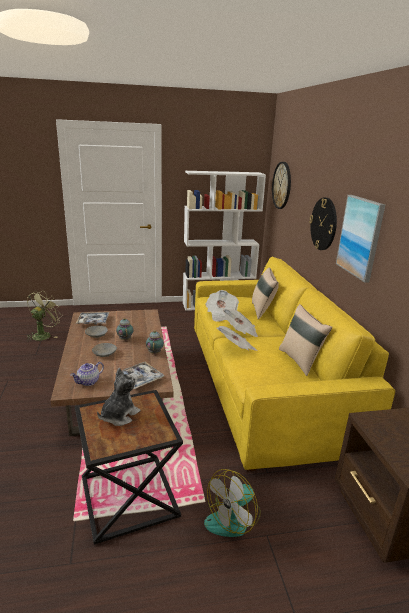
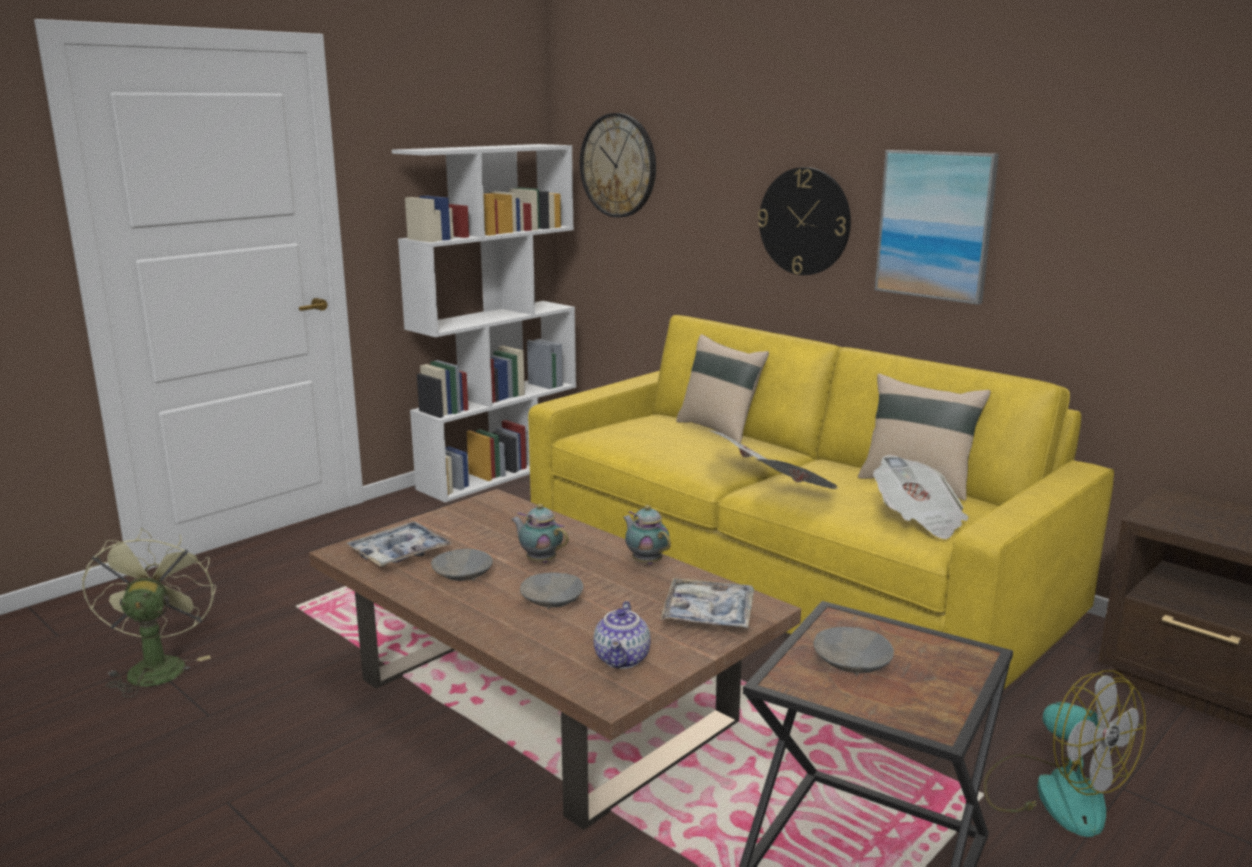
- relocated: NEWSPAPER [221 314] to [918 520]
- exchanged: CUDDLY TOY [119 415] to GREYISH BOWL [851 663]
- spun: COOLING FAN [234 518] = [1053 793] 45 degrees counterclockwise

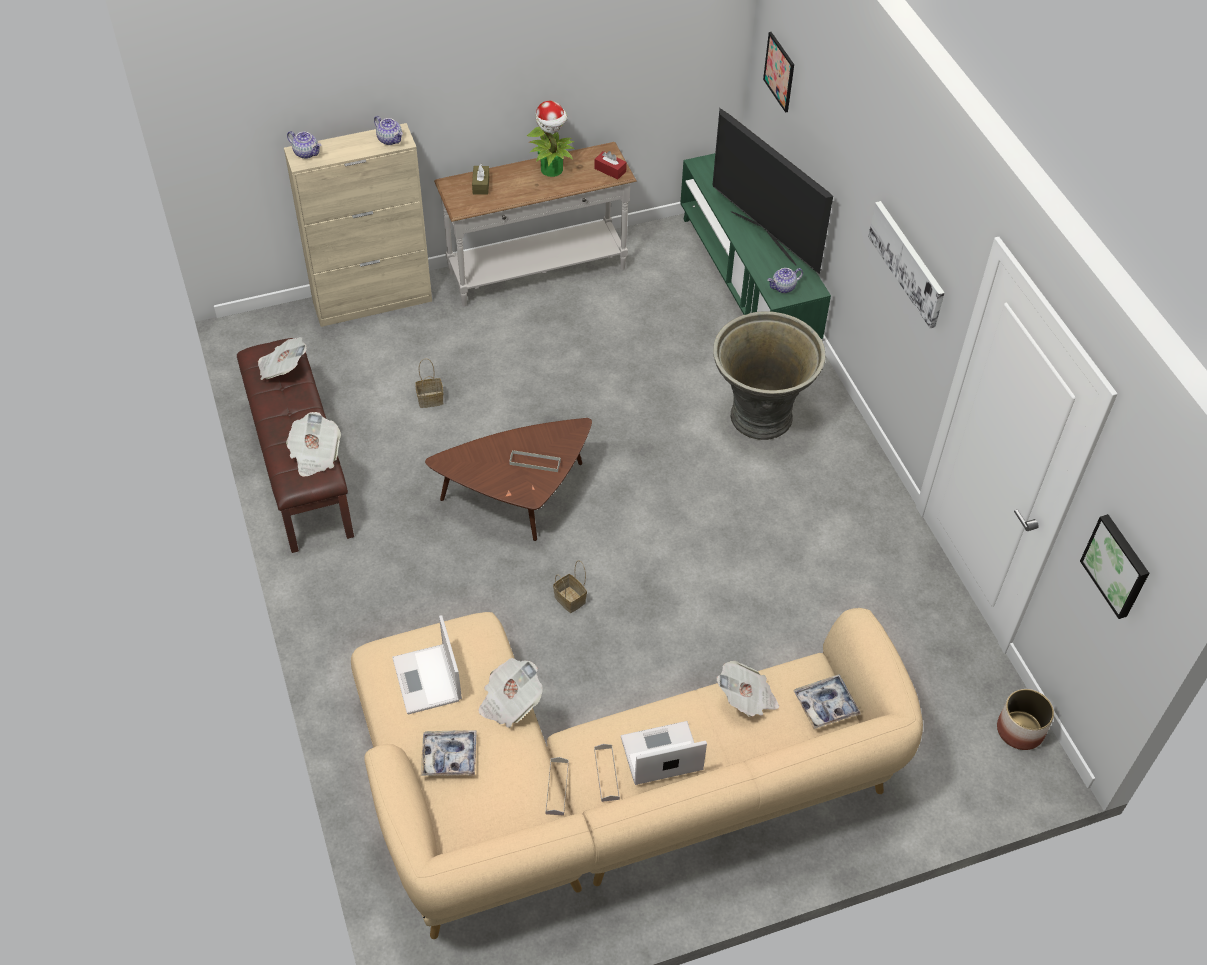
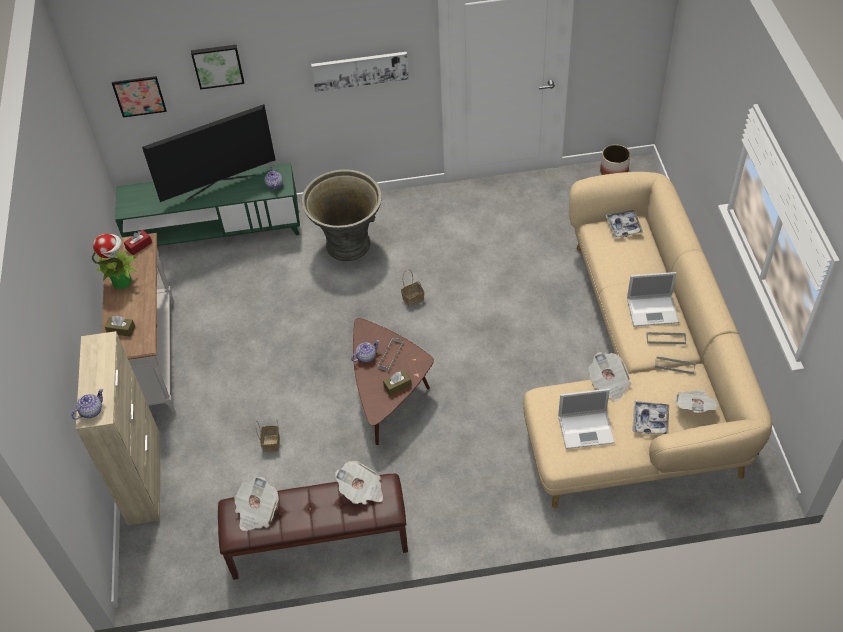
- relocated: TEA POT [390 139] to [366 356]
- relocated: PICTURE [1117 565] to [218 65]
- relocated: HOUSEHOLD BASKET [571 600] to [413 299]
- relocated: NEWSPAPER [747 699] to [694 407]
- spun: PORTABLE COMPUTER [660 754] = [653 310] 90 degrees counterclockwise
- appeared: BROWN-COLOURED TISSUE BOX [397 386]

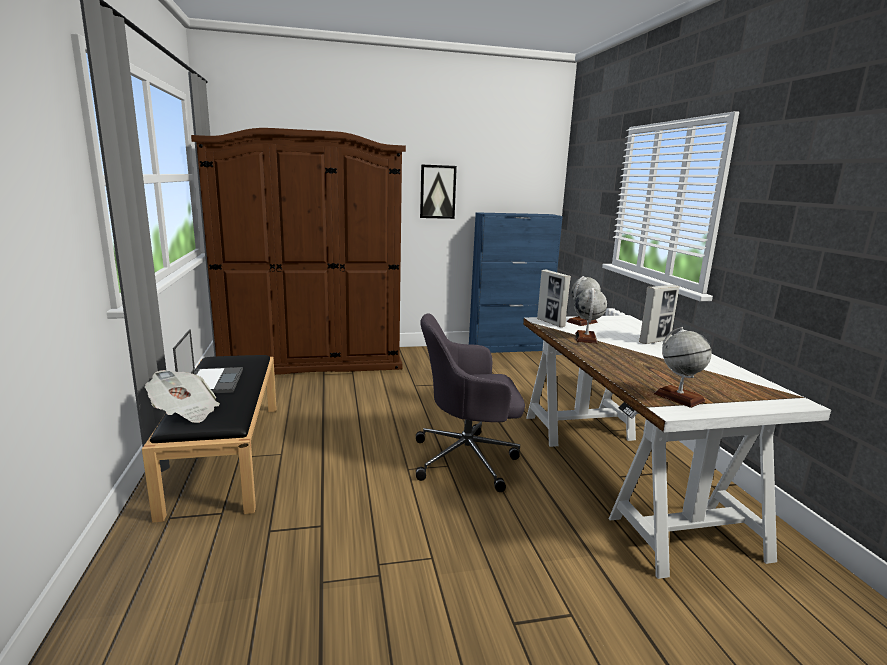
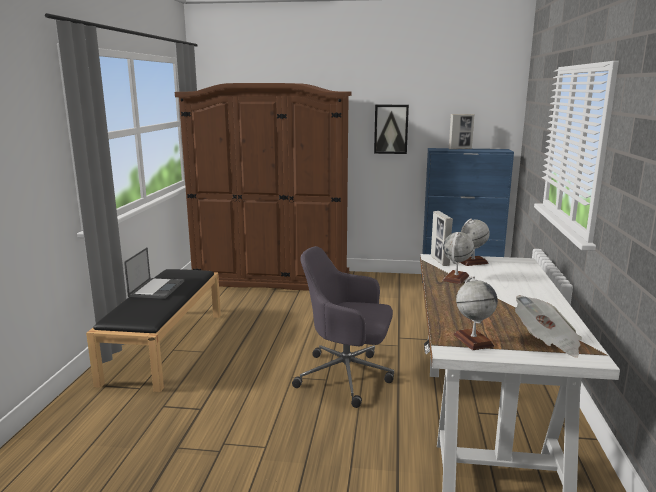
- relocated: PHOTO FRAME [655 341] to [460 149]
- relocated: NEWSPAPER [185 412] to [547 342]

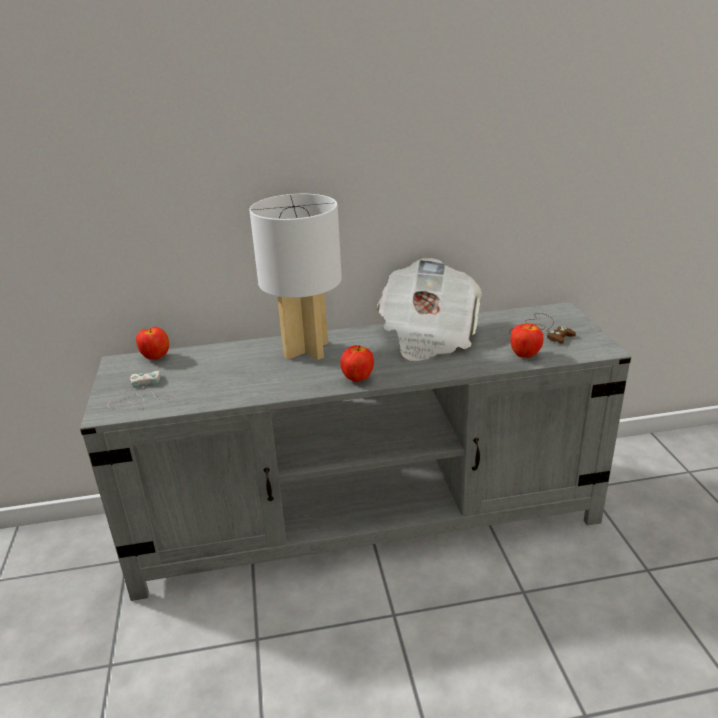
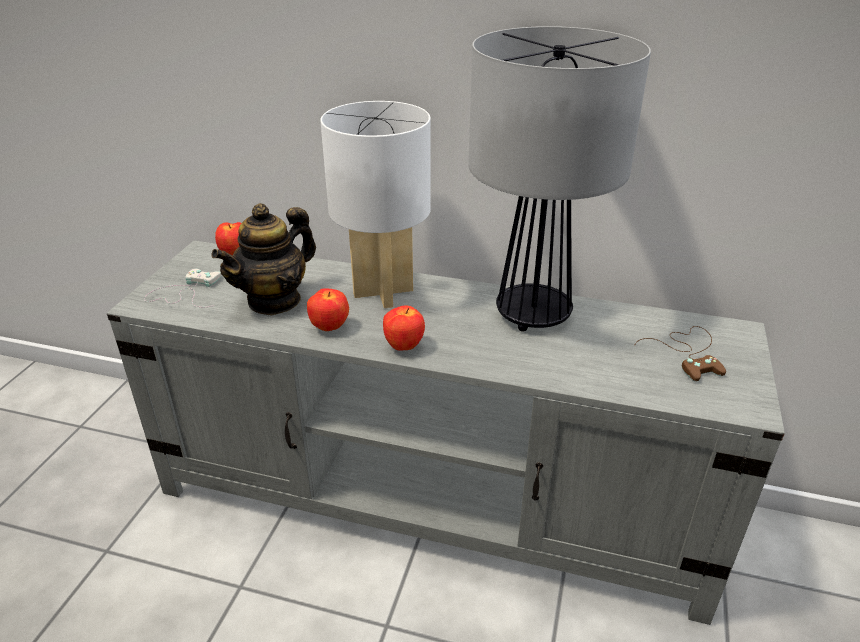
- exchanged: NEWSPAPER [428 335] to LAMP FOR A TABLE [533 315]
- relocated: APPLE [525 355] to [330 327]
- appeared: TEA POT [274 300]

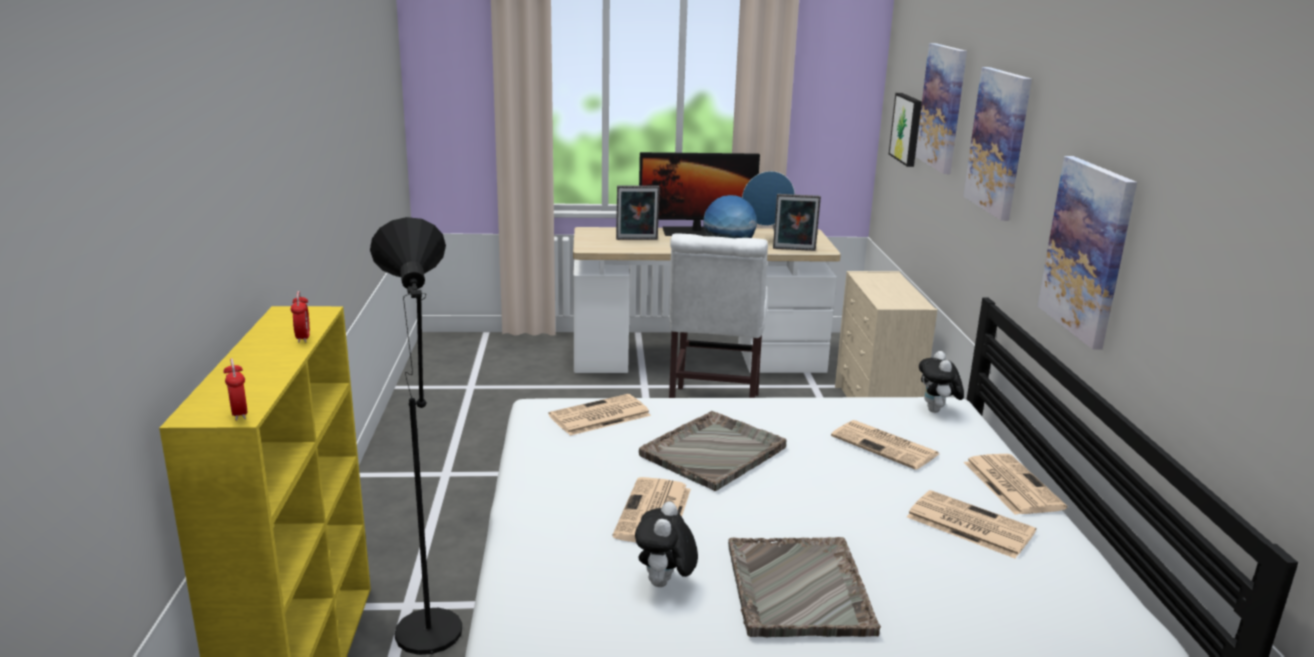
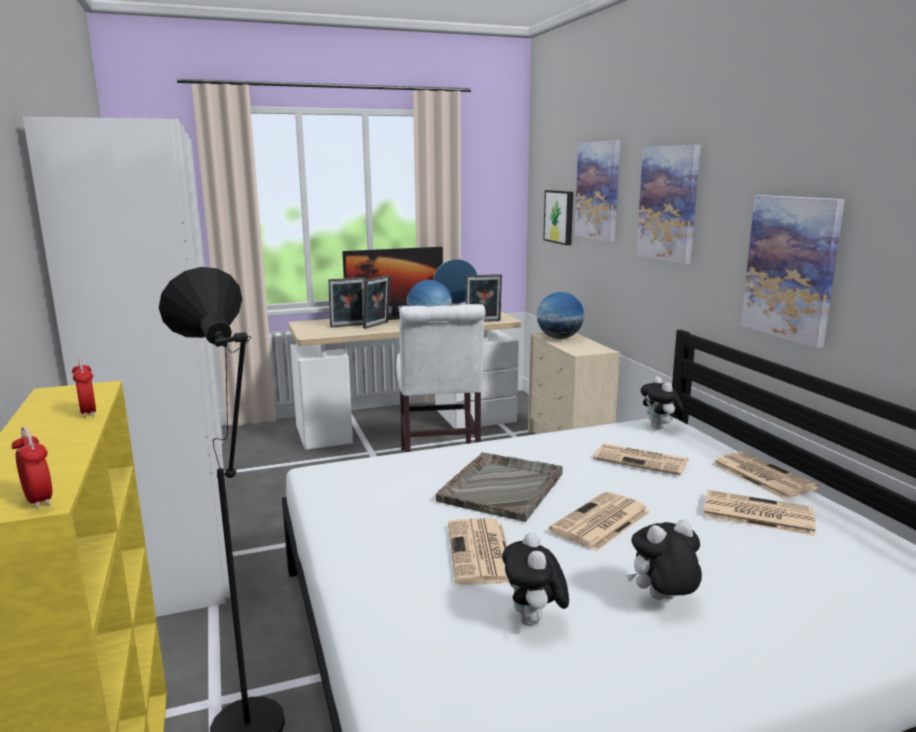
- relocated: NEWSPAPER [598 416] to [600 522]
- exchanged: GREYISH CARRYING TRAY [798 589] to CUDDLY TOY [662 600]
- appeared: WHITISH WARDROBE [179 498]
- appeared: PHOTO FRAME [377 325]
- appeared: DESK GLOBE [559 338]

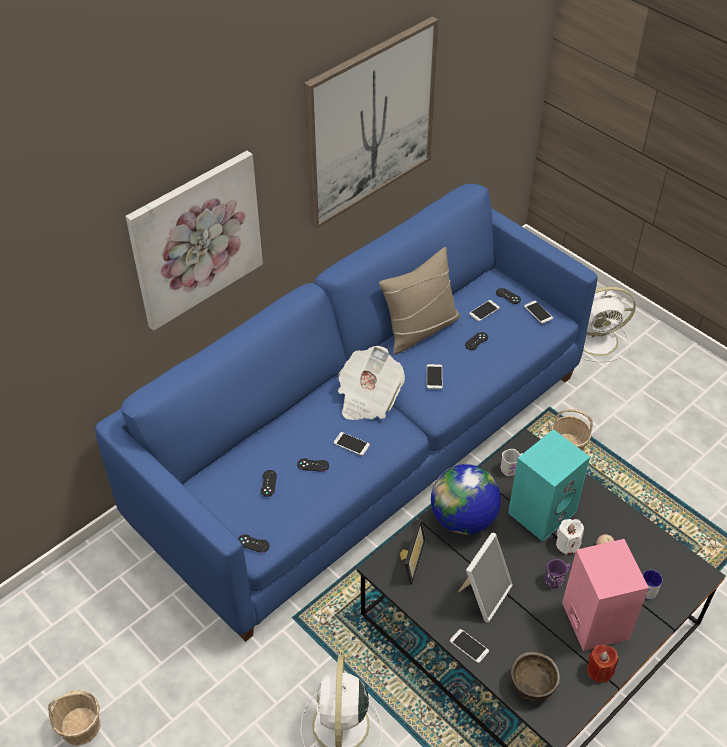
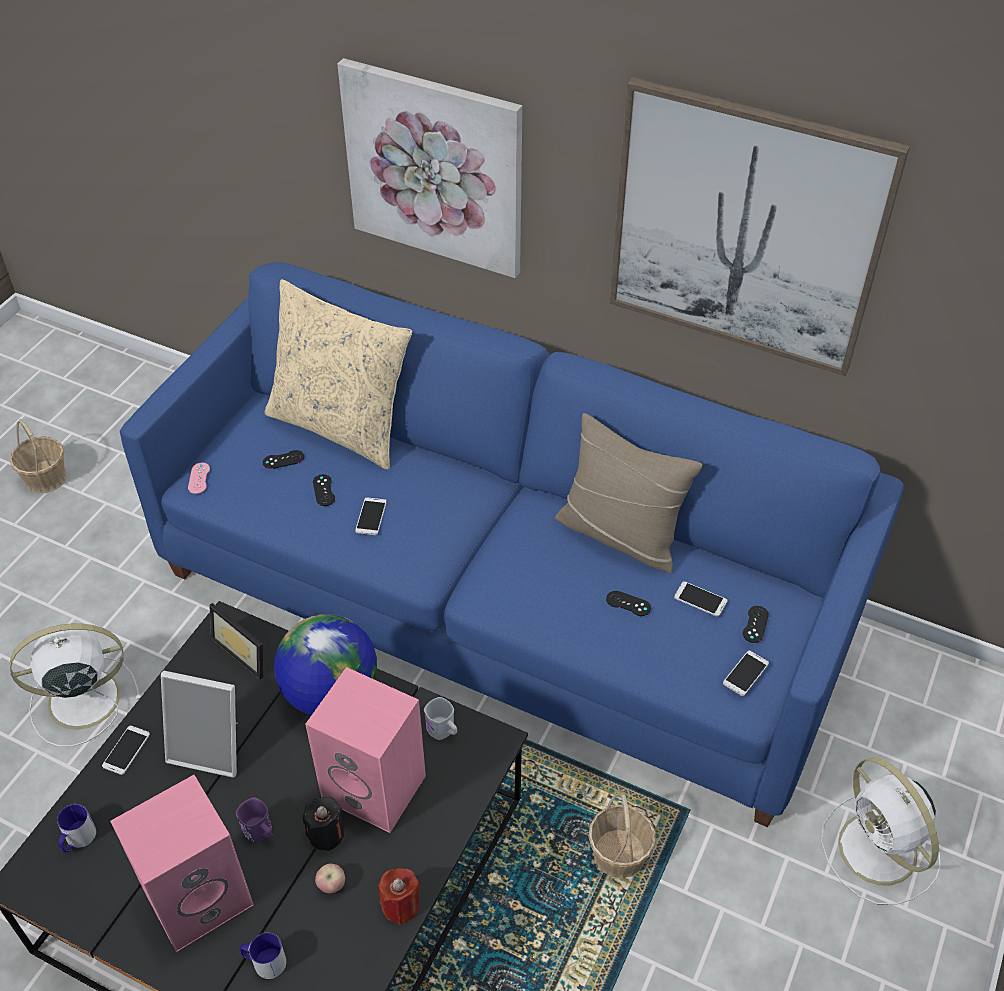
- missing: NEWSPAPER [368 397]
- missing: TELEPHONE [434 377]
- colour: TURQUOISE SPEAKER [542 511] to PINKISH SPEAKER [377 787]
- spun: PHOTO FRAME [408 559] = [246 650] 45 degrees clockwise
- colour: WHITISH WAX LIGHT [567 544] to BLACK WAX LIGHT [326 834]
- colour: BLACK GAMEPAD [253 543] to PINKISH GAMEPAD [199 478]
- relocated: REDDISH WAX LIGHT [599 671] to [400 905]
- exchanged: BROWN-COLOURED BOWL [533 685] to MUG [78 839]
- appeared: BEIGE-COLOURED PILLOW [341 426]

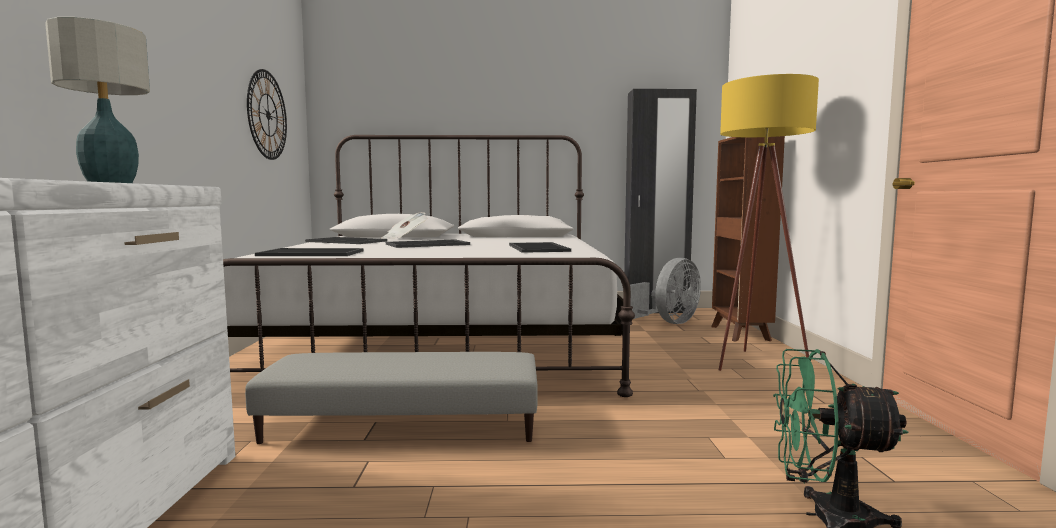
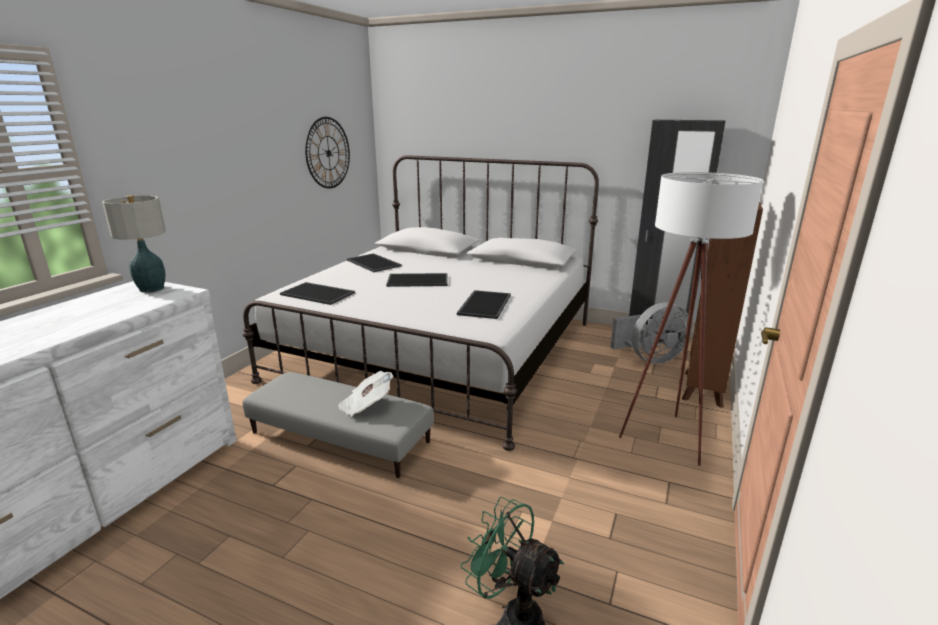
- colour: YELLOW FLOOR LAMP [755 362] to WHITISH FLOOR LAMP [667 434]
- relocated: NEWSPAPER [404 238] to [366 406]

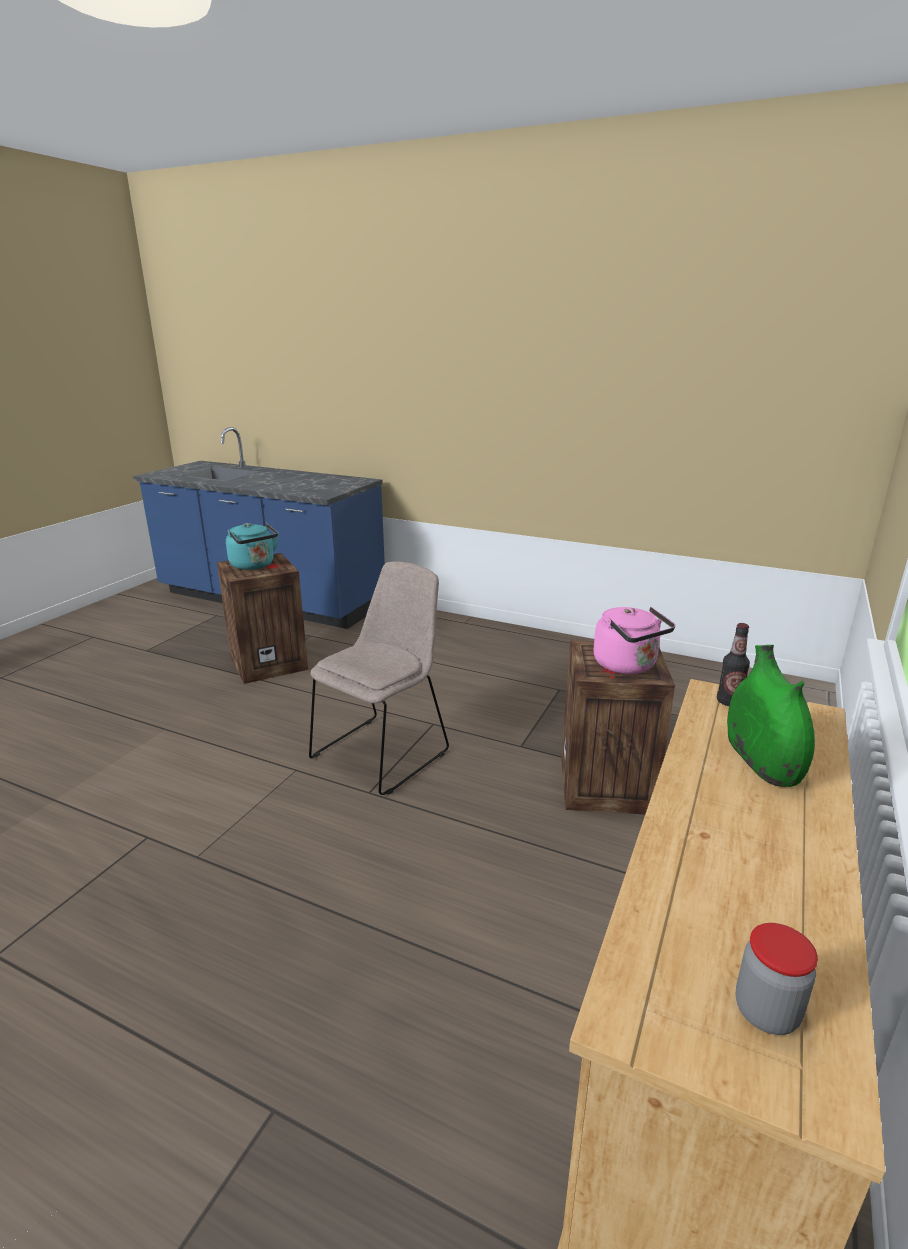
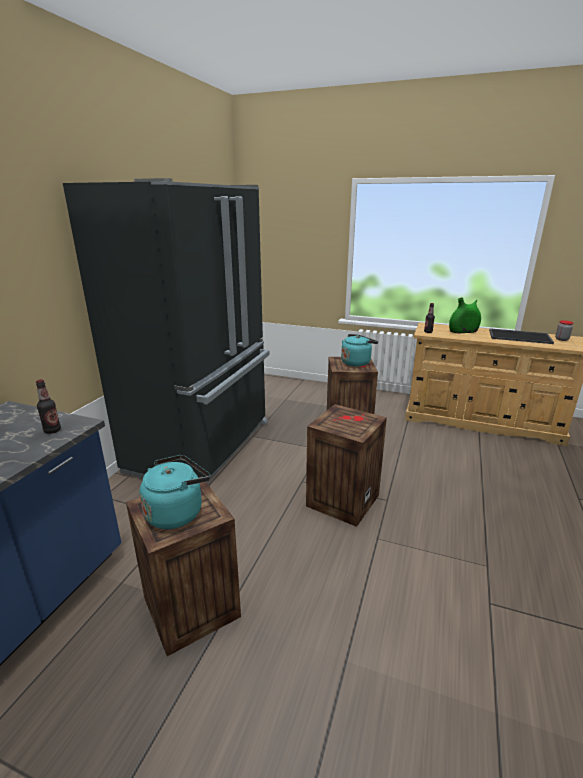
- exchanged: BEIGE-COLOURED CHAIR [383 752] to SHIPPING CRATE [342 499]
- colour: PINKISH KETTLE [628 666] to TURQUOISE KETTLE [357 362]
- appeared: BLACK KITCHEN FRIDGE [204 446]
- appeared: CARRYING TRAY [520 336]
- appeared: BEVERAGE BOTTLE [52 430]

